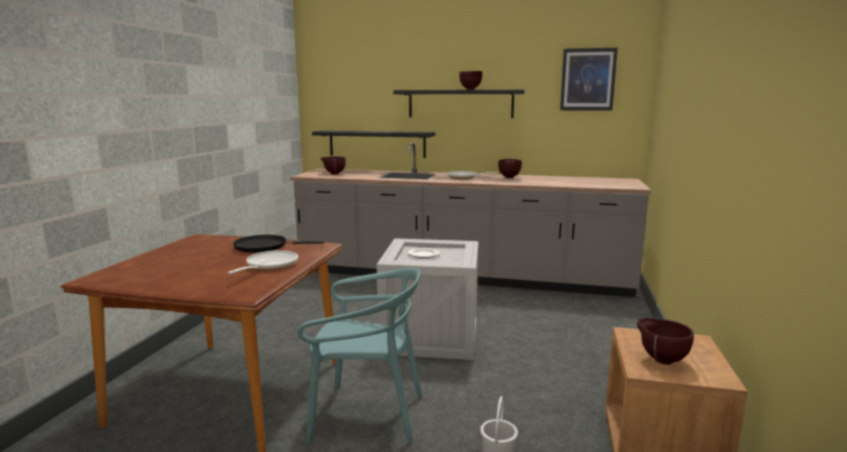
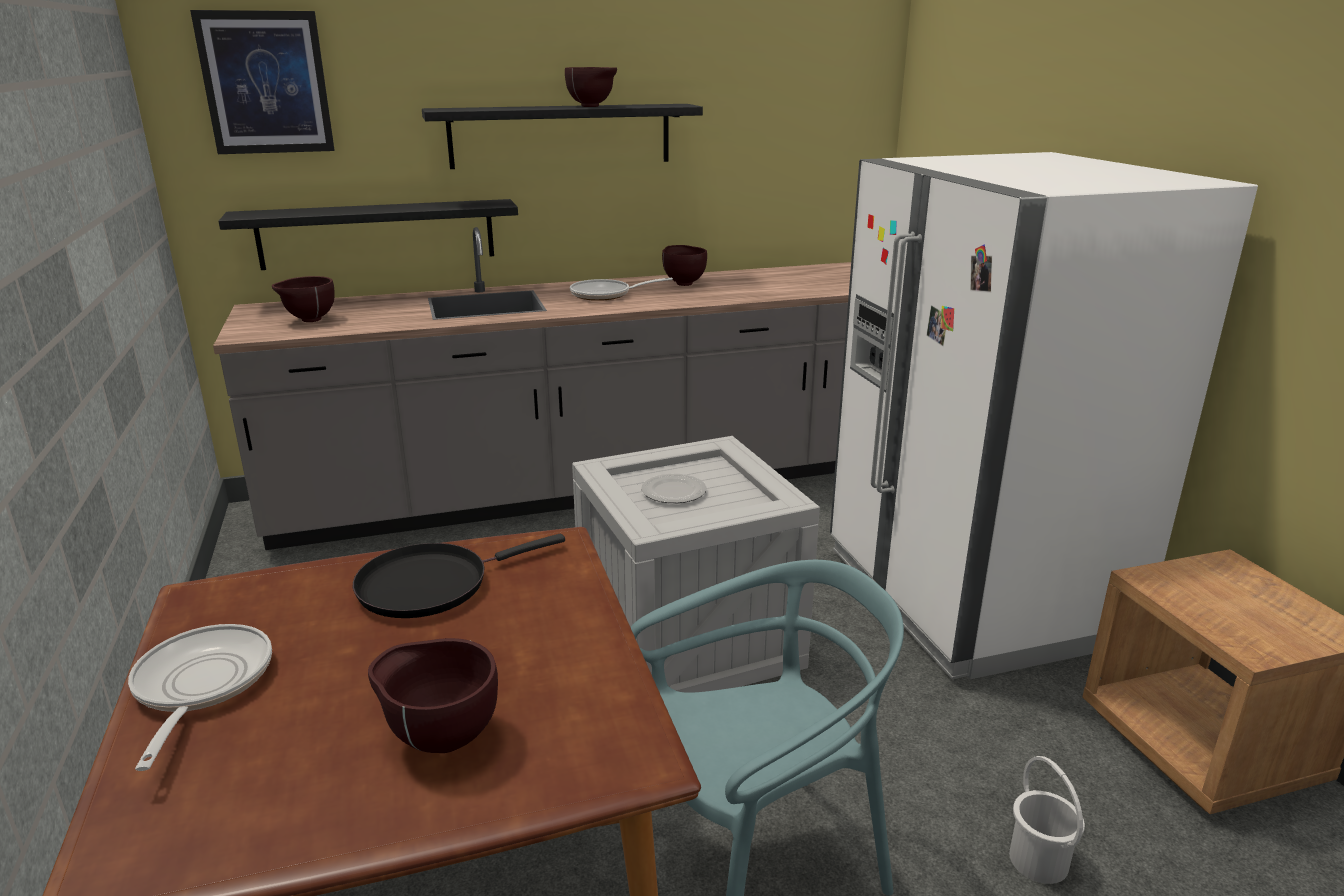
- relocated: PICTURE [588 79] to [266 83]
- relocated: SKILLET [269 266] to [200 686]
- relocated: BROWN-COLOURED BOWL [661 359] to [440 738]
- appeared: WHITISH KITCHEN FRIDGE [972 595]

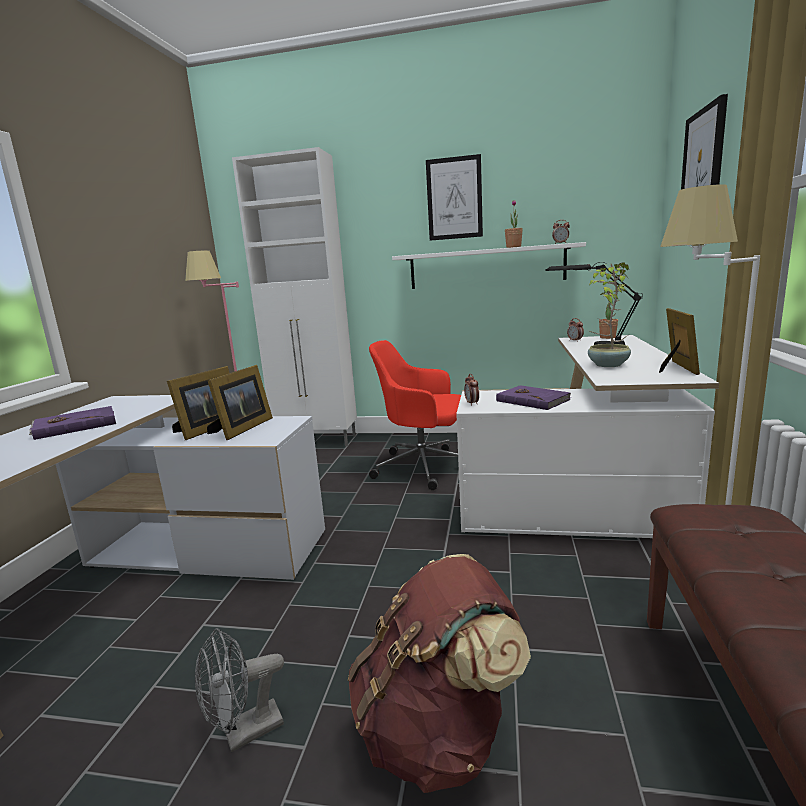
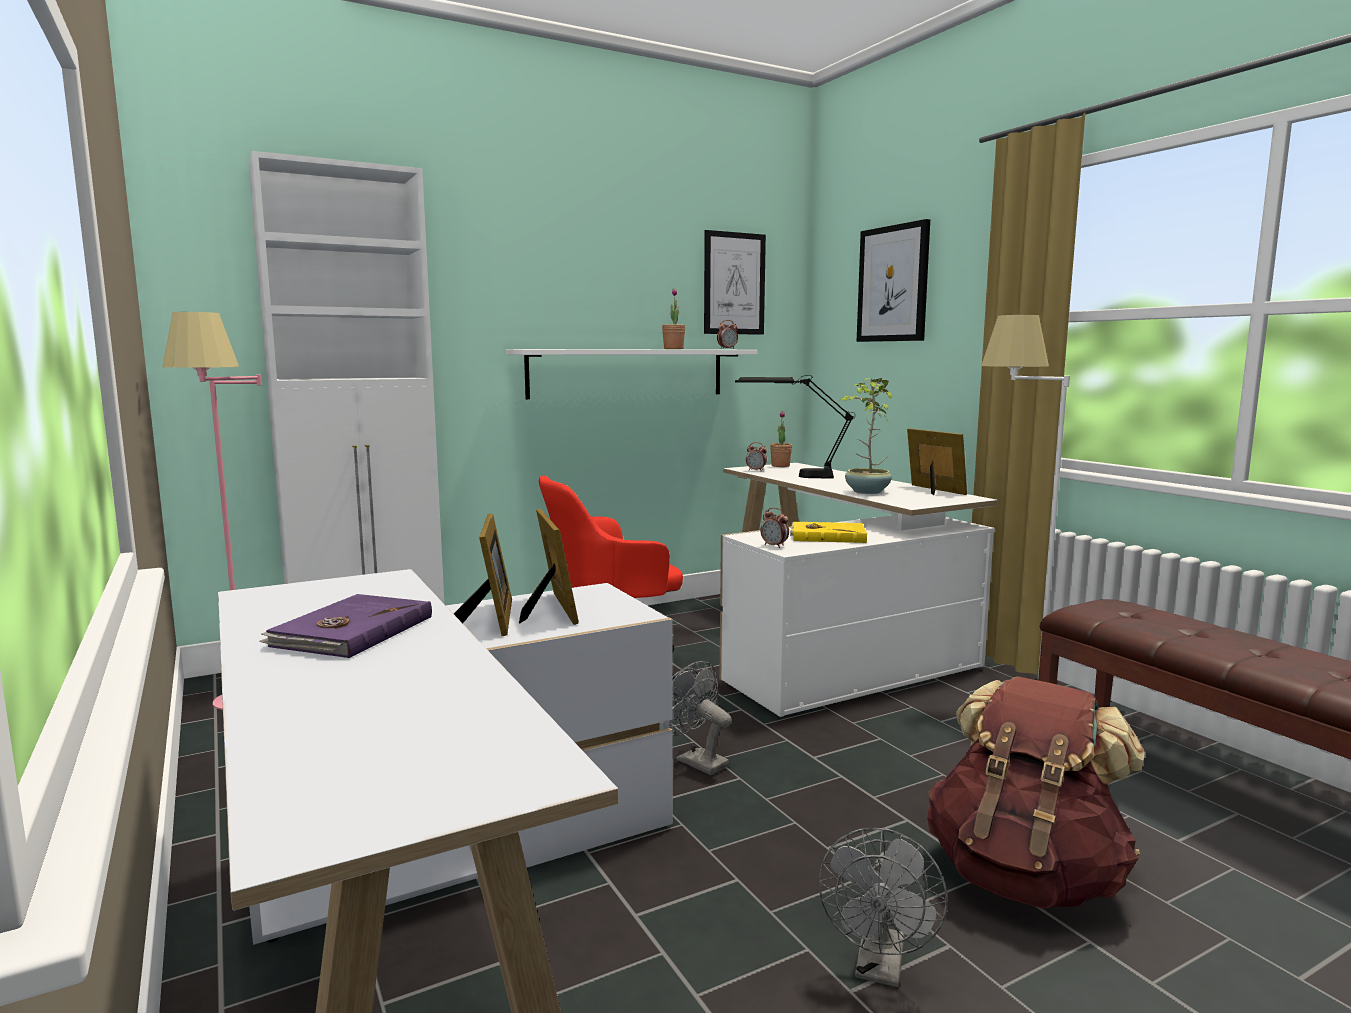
- relocated: PICTURE [454 198] to [734 283]
- colour: PURPLISH BOUND BOOK [532 400] to YELLOW BOUND BOOK [827 536]
- appeared: GREYISH COOLING FAN [695 761]

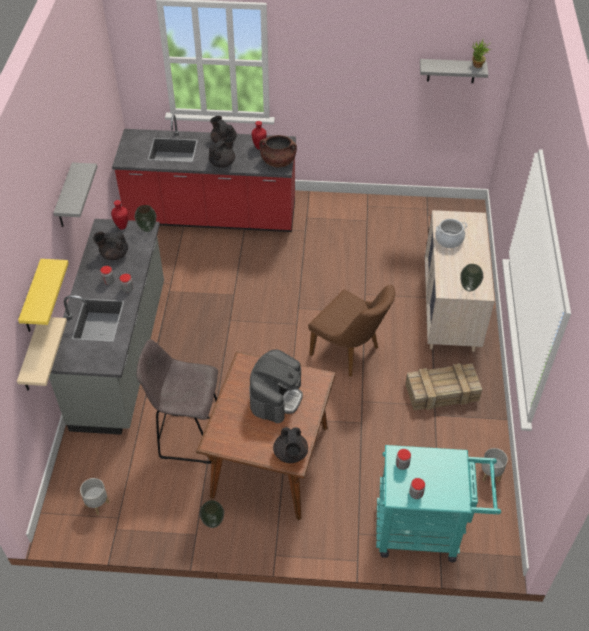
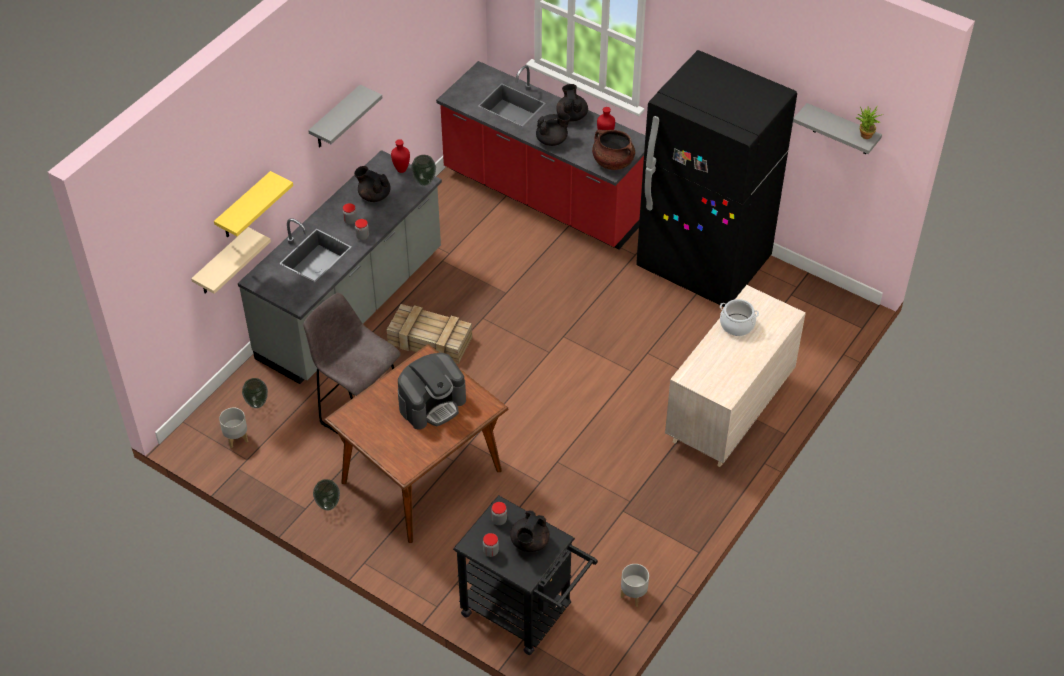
- relocated: VASE [469 288] to [257 404]
- missing: BROWN-COLOURED CHAIR [350 353]
- relocated: SHIPPING CRATE [441 392] to [428 340]
- relocated: BLACK TEA POT [290 454] to [529 542]
- colour: TURQUOISE CART [426 530] to BLACK CART [524 613]
- appeared: BLACK KITCHEN FRIDGE [703 264]

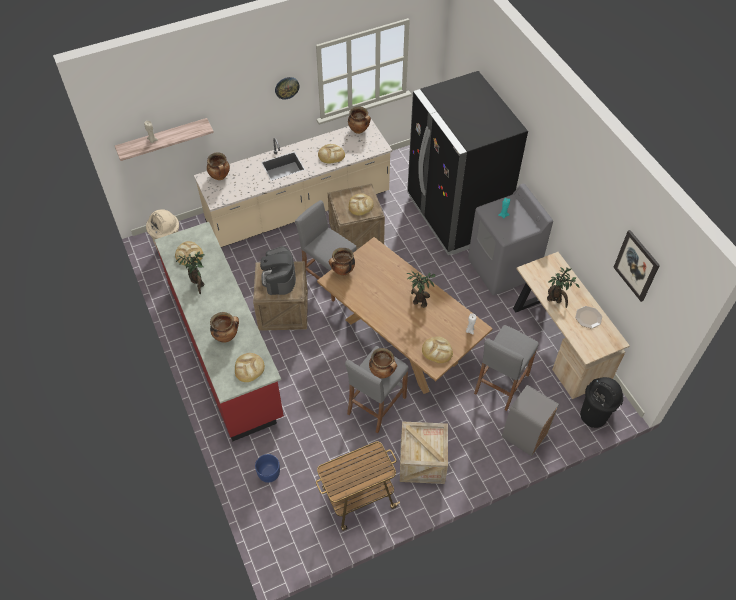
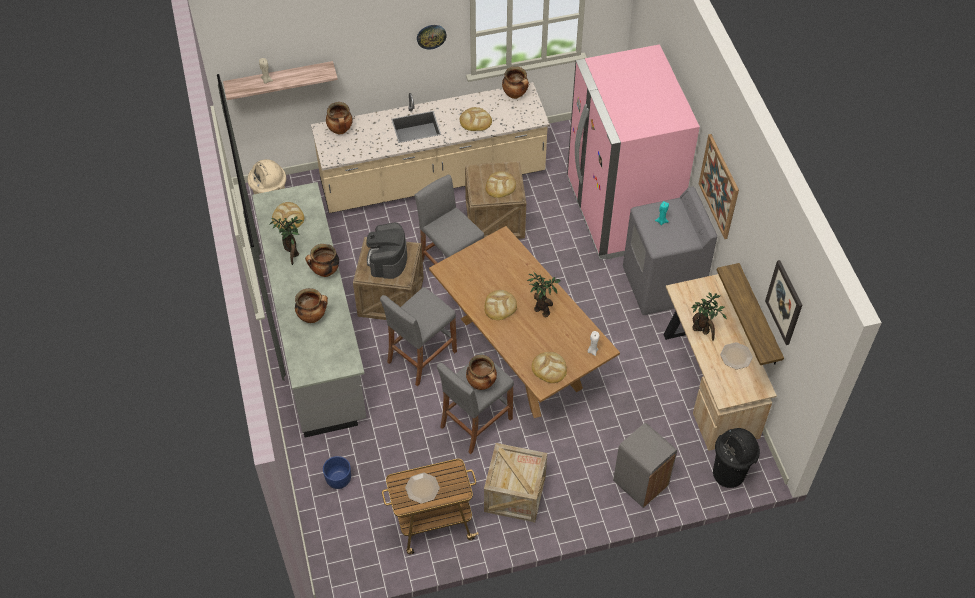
- colour: BLACK KITCHEN FRIDGE [455 216] to PINKISH KITCHEN FRIDGE [620 212]
- colour: REDDISH KITCHEN BASE UNIT [225 349] to GREYISH KITCHEN BASE UNIT [315 333]
- relocated: COOKING POT [342 271] to [325 272]
- relocated: GREYISH STOOL SEAT [501 384] to [421 357]
- relocated: BAKED BREAD [249 368] to [500 306]
- appeared: PICTURE [719 186]
- appeared: SHELF [758 316]
- appeared: PLATE [422 488]

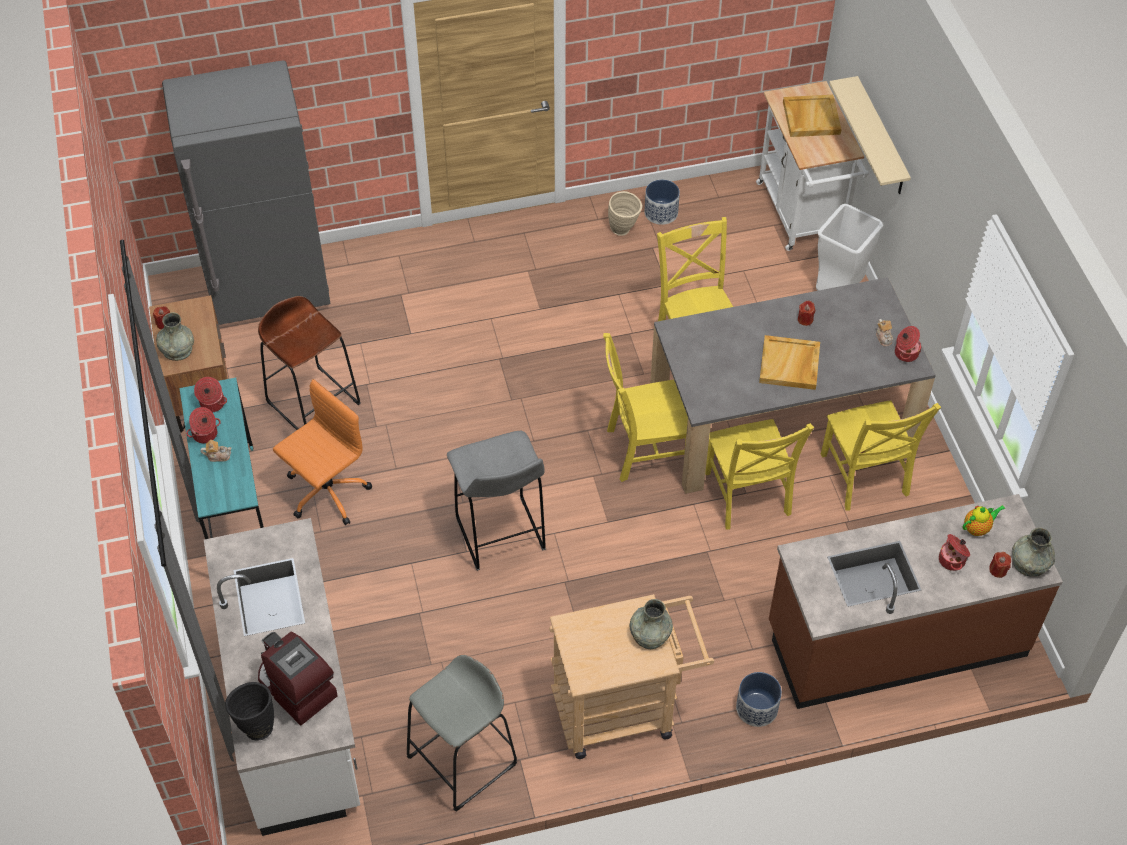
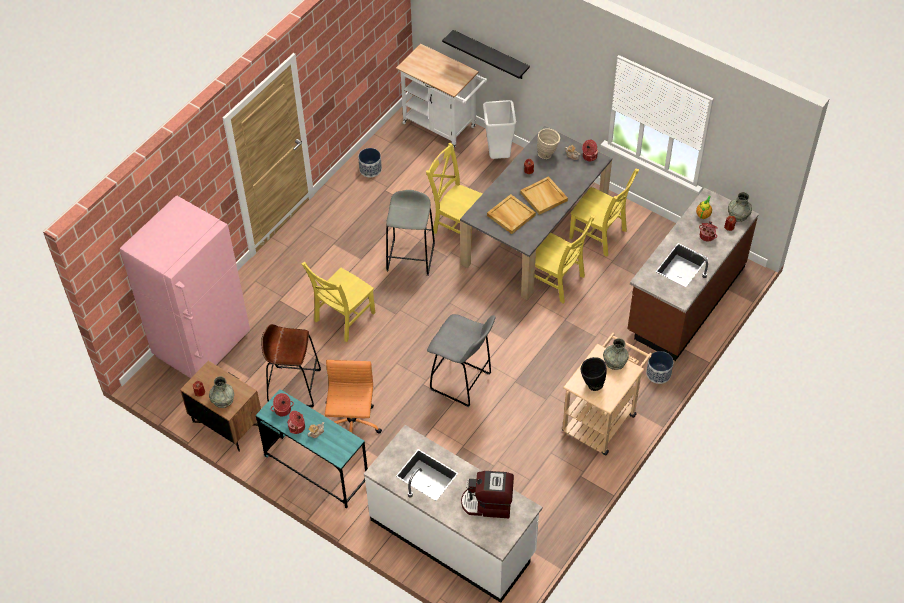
- colour: GREYISH KITCHEN FRIDGE [269 289] to PINKISH KITCHEN FRIDGE [203 345]
- colour: BEIGE-COLOURED SHELF [881 138] to BLACK SHELF [490 55]
- relocated: BEIGE-COLOURED CARRYING TRAY [810 117] to [510 215]
- relocated: BEIGE-COLOURED VASE [624 230] to [548 154]
- relocated: YELLOW CHAIR [644 449] to [343 318]
- relocated: GREYISH STOOL SEAT [462 761] to [411 257]
- relocated: BLACK VASE [255 725] to [591 385]

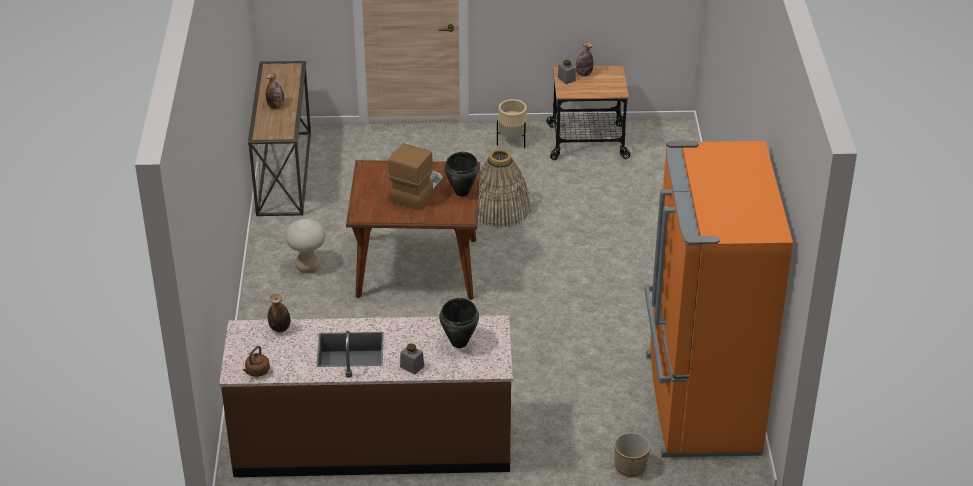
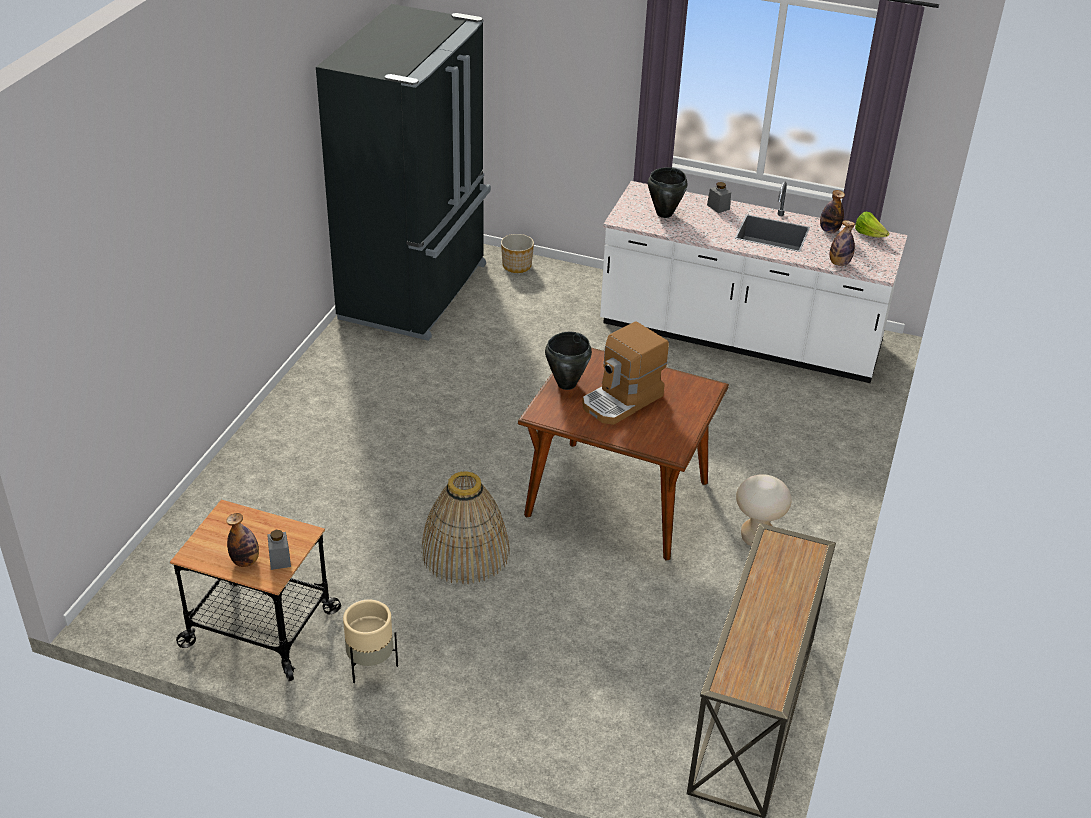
- relocated: BEVERAGE BOTTLE [276 106] to [829 230]
- colour: ORANGE-COLOURED KITCHEN FRIDGE [699 404] to BLACK KITCHEN FRIDGE [417 291]
- colour: BROWN-COLOURED KITCHEN BASE UNIT [373 442] to WHITISH KITCHEN BASE UNIT [739 337]
- exchanged: BROWN-COLOURED KETTLE [257 372] to LETTUCE HEAD [869 235]

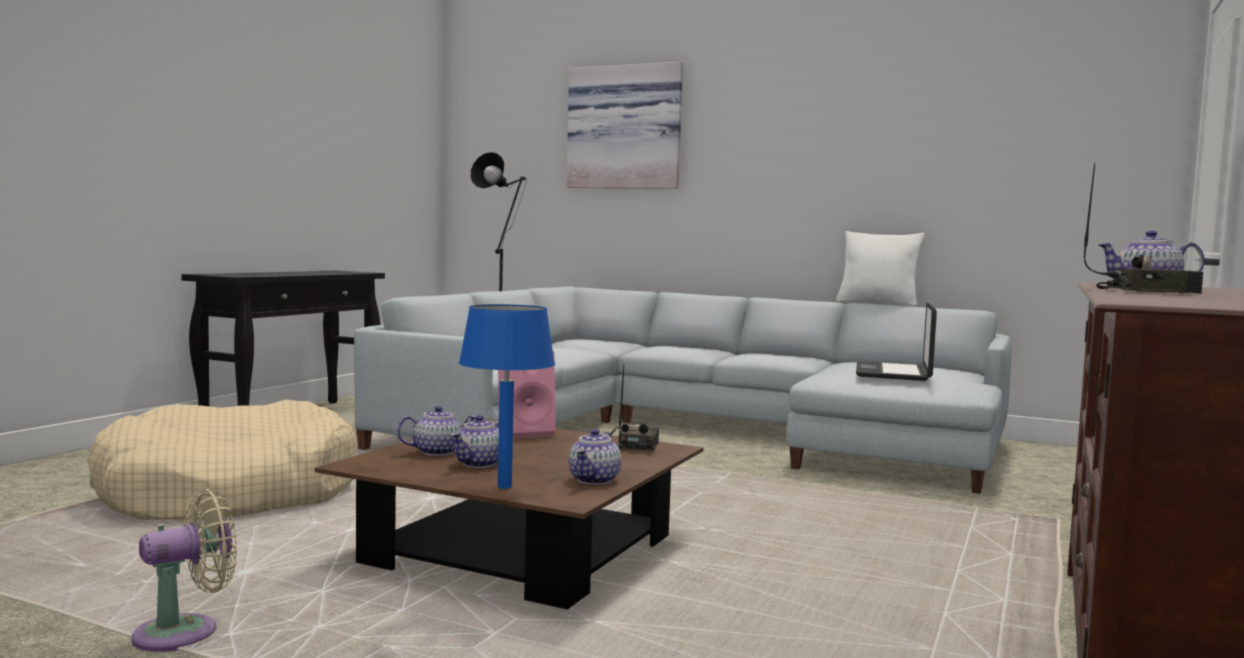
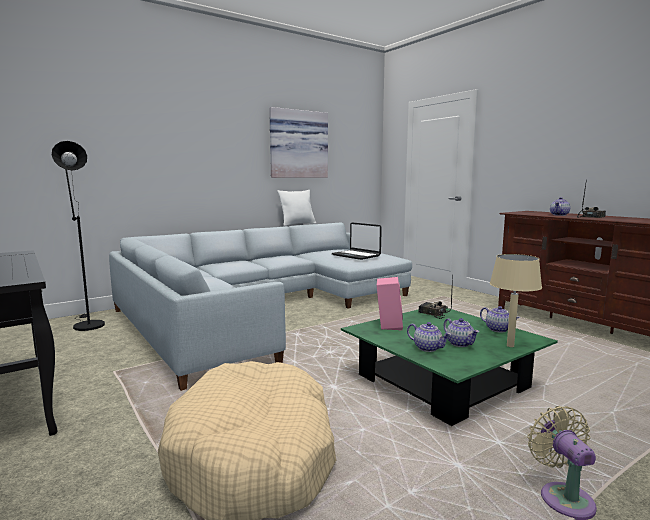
- relocated: PICTURE [625 127] to [298 144]
- colour: BLUE LAMP FOR A TABLE [505 486] to BEIGE-COLOURED LAMP FOR A TABLE [510 345]
- spun: TEA POT [437 452] = [428 348] 120 degrees clockwise
- colour: BROWN-COLOURED LOUNGE TABLE [523 549] to GREEN LOUNGE TABLE [442 381]

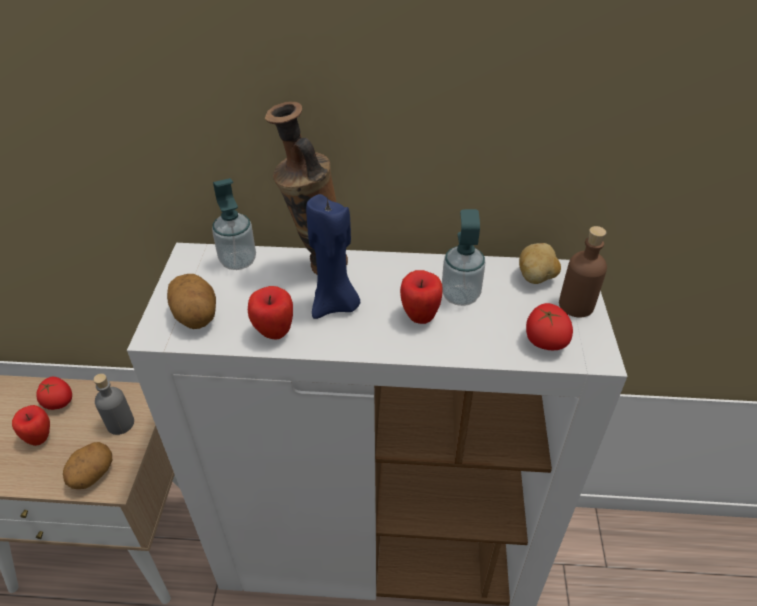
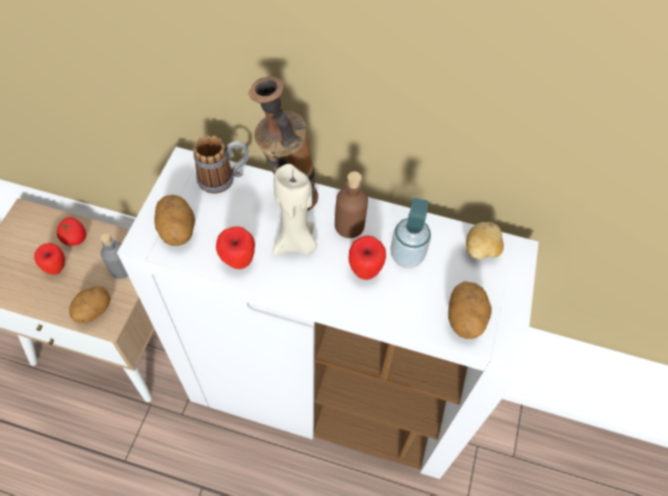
- exchanged: SOAP BOTTLE [238 261] to MUG [224 178]
- colour: BLUE WAX LIGHT [335 305] to BEIGE-COLOURED WAX LIGHT [296 243]
- relocated: BROWN-COLOURED BEVERAGE BOTTLE [576 305] to [349 225]
- exchanged: WHOLE TOMATO [545 341] to POTATO [465 319]

